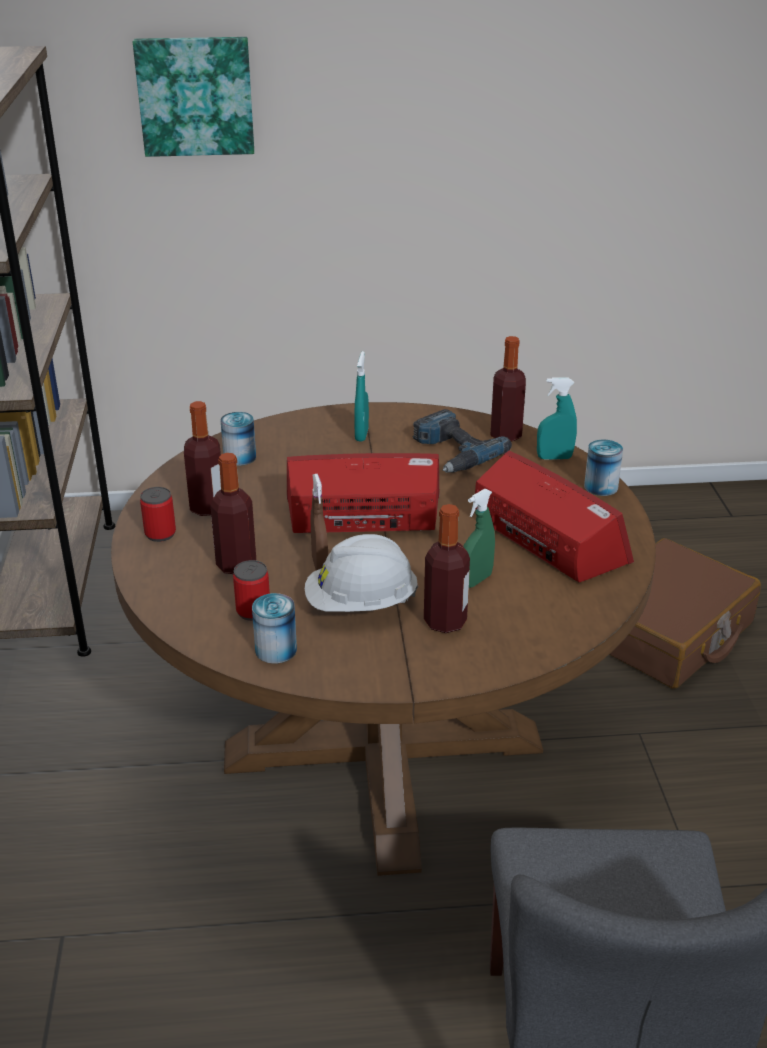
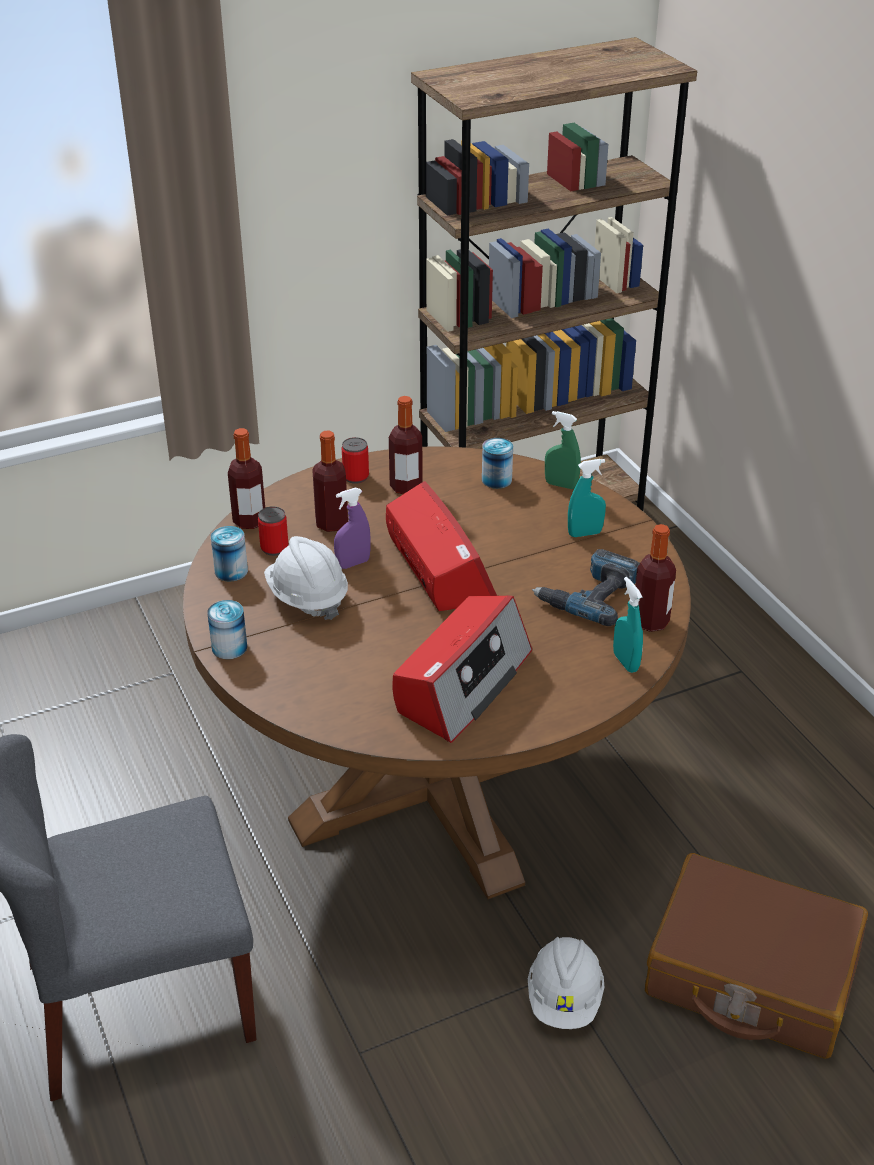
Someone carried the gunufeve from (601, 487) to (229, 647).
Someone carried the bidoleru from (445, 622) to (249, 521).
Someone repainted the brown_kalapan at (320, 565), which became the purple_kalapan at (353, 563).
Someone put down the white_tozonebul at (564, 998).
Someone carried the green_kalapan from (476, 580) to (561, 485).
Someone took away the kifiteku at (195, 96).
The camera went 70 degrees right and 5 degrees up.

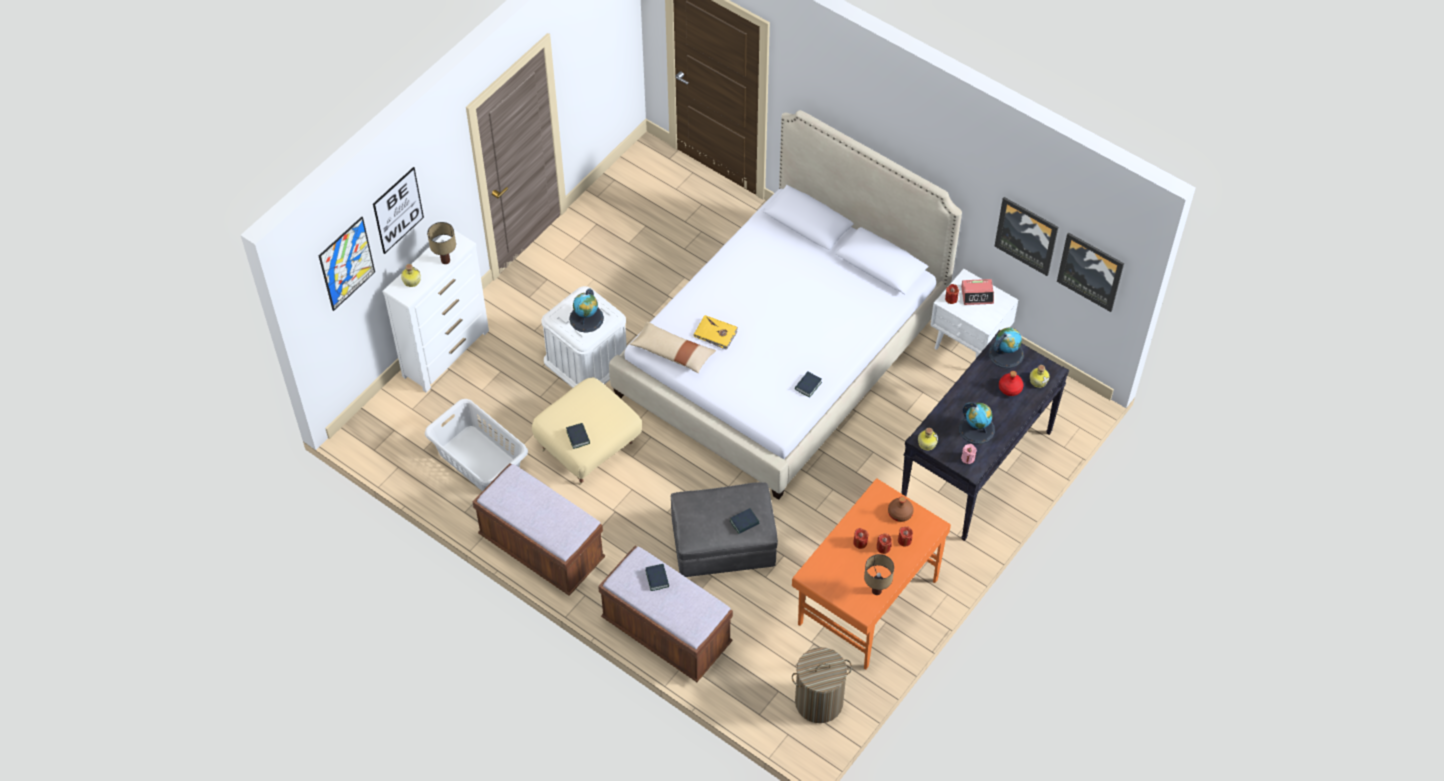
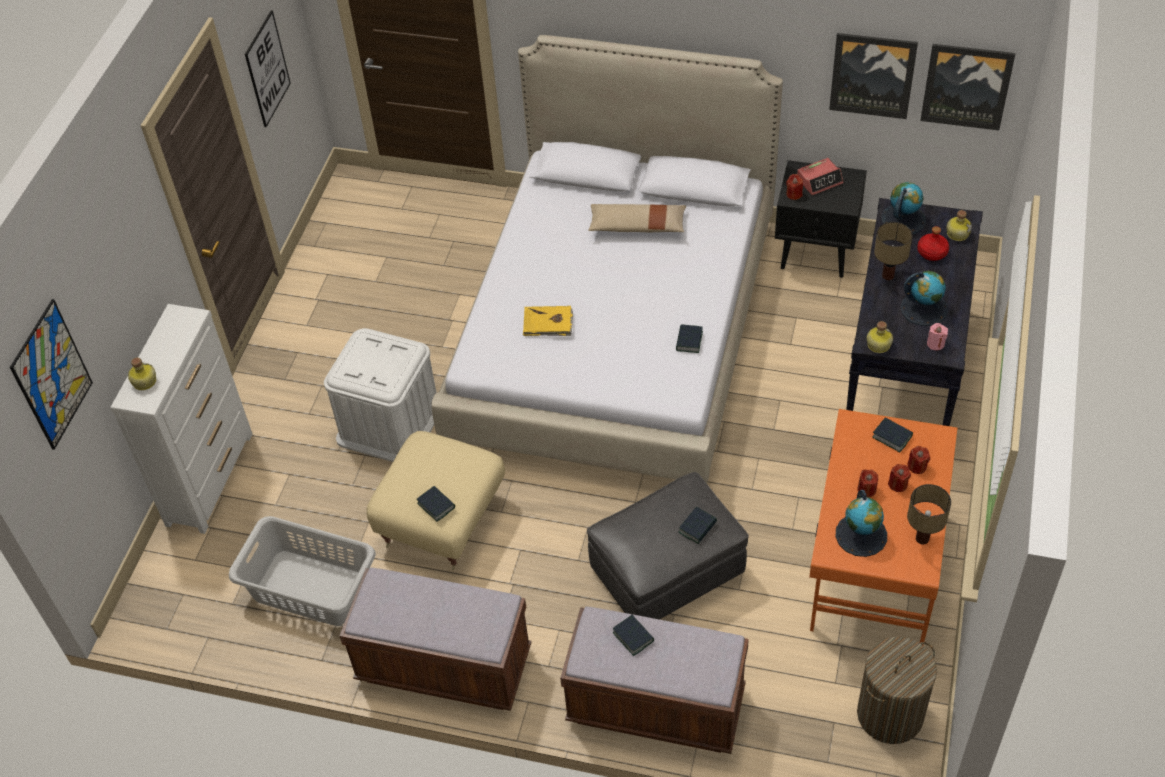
Someone carried the kifiteku from (398, 210) to (267, 69).
Someone carried the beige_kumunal from (672, 352) to (637, 226).
Someone repainted the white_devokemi at (969, 346), which became the black_devokemi at (817, 253).
Someone carried the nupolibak from (586, 318) to (861, 535).
Someone swapped the brown_bidoleru at (900, 513) for the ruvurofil at (892, 437).
Someone carried the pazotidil from (446, 260) to (888, 275).
The camera went 20 degrees left and 5 degrees down.

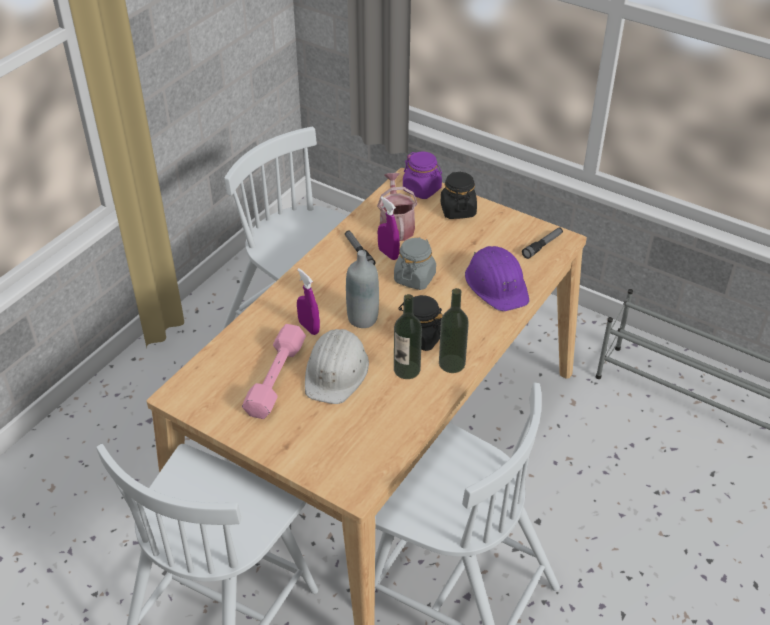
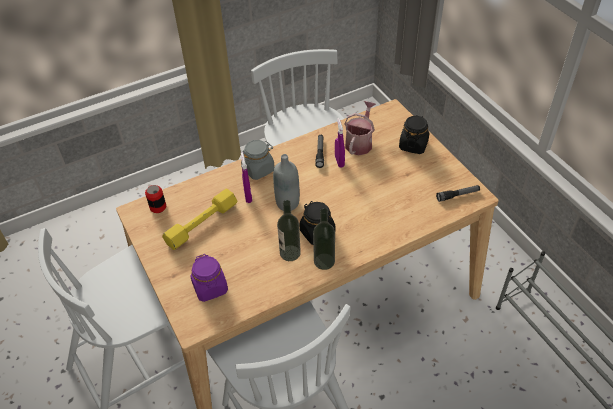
Someone put down the gunufeve at (158, 207).
Someone repainted the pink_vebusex at (275, 378), which became the yellow_vebusex at (201, 224).
Someone carried the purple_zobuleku from (422, 189) to (210, 288).
Someone carried the grey_zobuleku from (414, 278) to (258, 169).
Someone took away the white_tozonebul at (336, 371).
Someone took away the purple_tozonebul at (497, 284).
The camera went 30 degrees right and 5 degrees up.

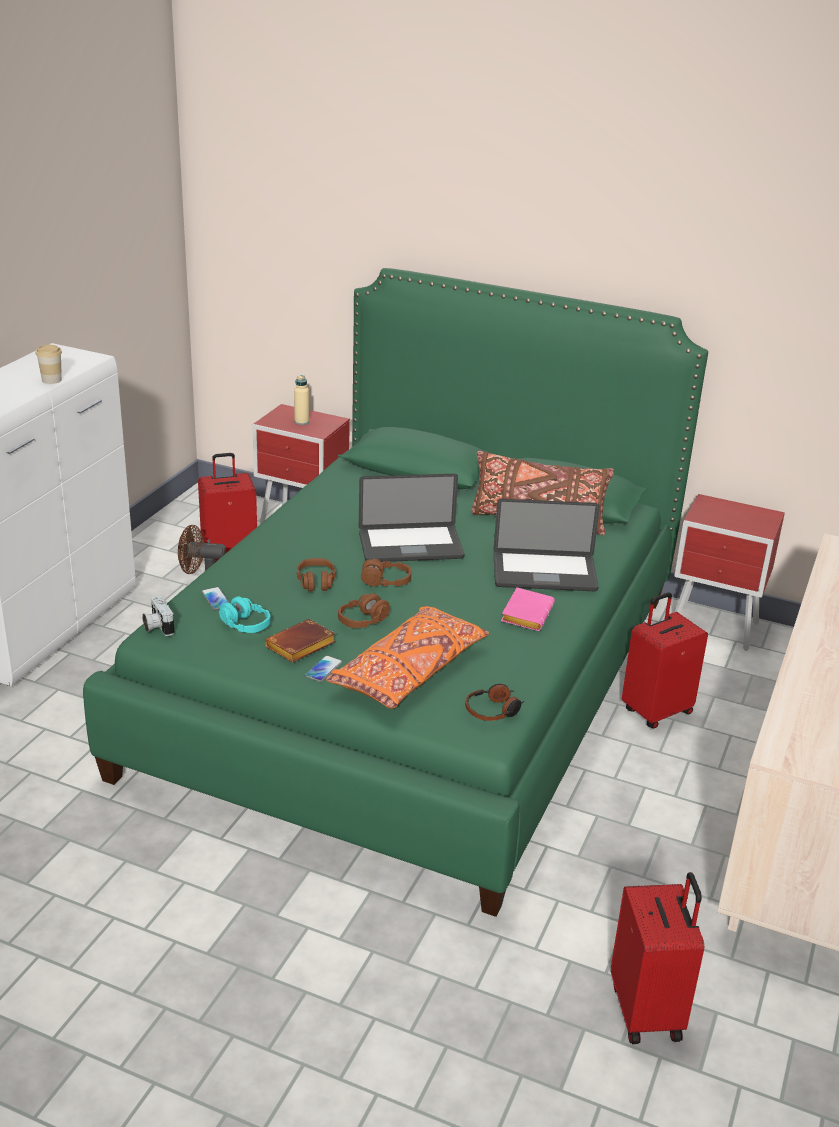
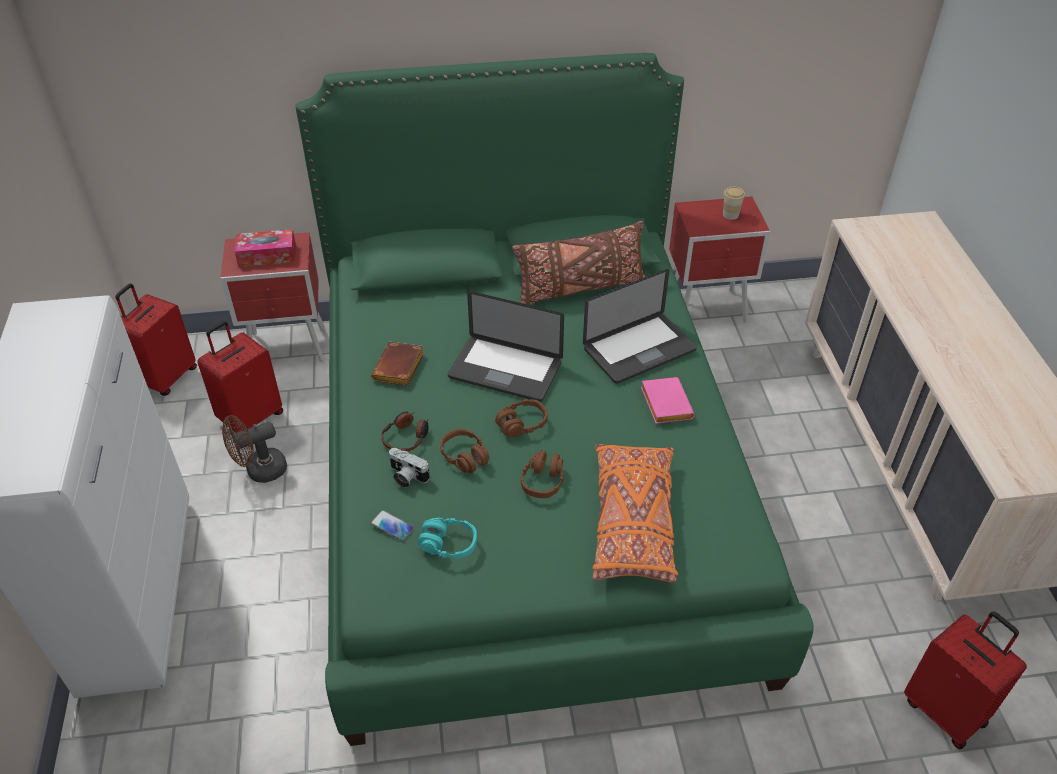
Someone carried the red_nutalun from (656, 711) to (166, 377).
Someone swapped the beige_bidoleru at (301, 422) for the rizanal at (267, 255).
Someone carried the brown_ruvurofil from (300, 647) to (399, 369).
Someone carried the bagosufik from (493, 710) to (406, 437).
Someone carried the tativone from (157, 626) to (406, 476).
Someone rotated the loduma at (410, 546) by 60 degrees clockwise.
Someone carried the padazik from (51, 380) to (730, 215).
Someone took away the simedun at (323, 669).
The camera went 30 degrees left and 15 degrees up.

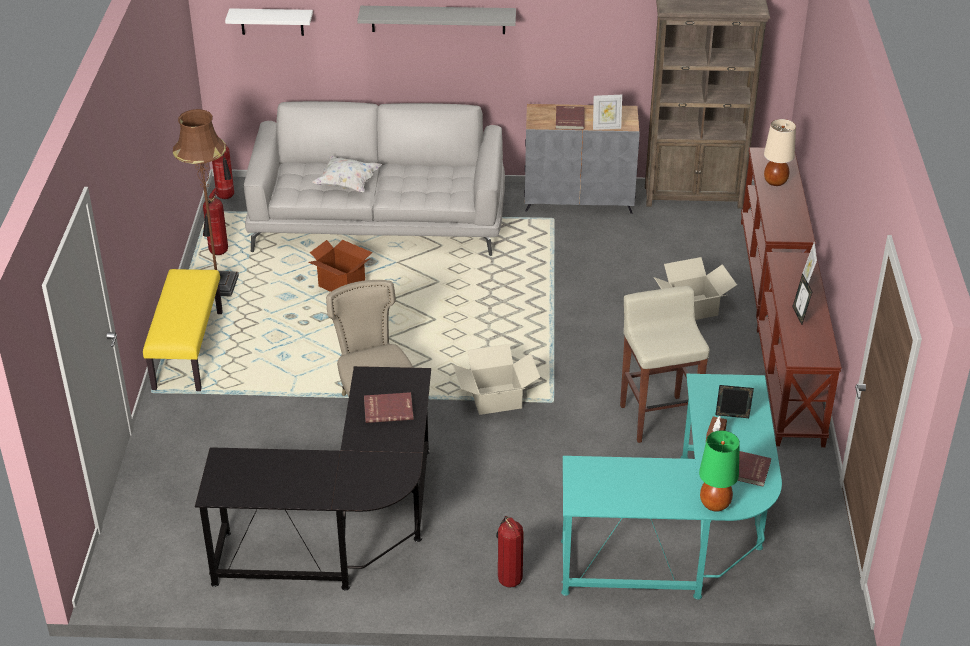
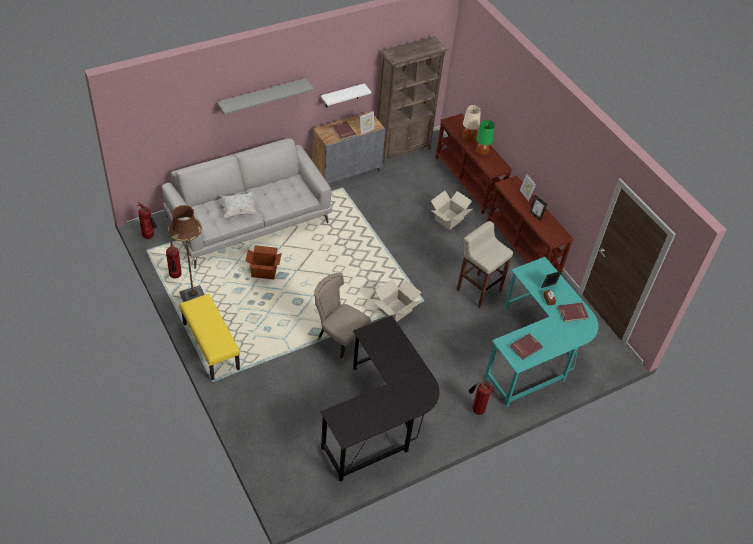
Someone carried the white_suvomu from (272, 21) to (342, 95).
Someone carried the green_pazotidil from (715, 504) to (482, 153).
Someone carried the red_ruvurofil from (388, 409) to (525, 347).
The camera went 35 degrees left and 10 degrees up.

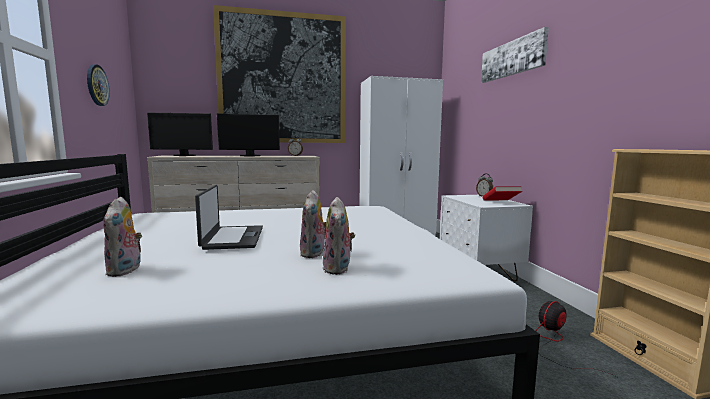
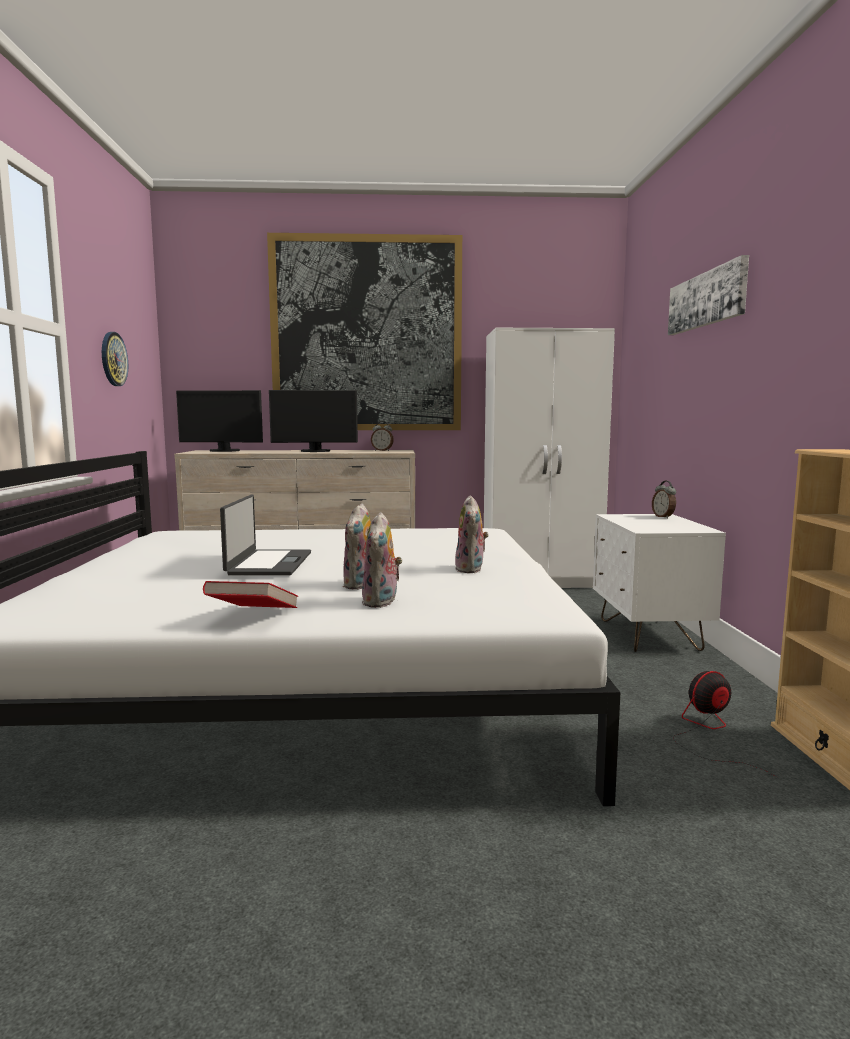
Someone carried the red_ruvurofil from (500, 202) to (253, 617).
Someone carried the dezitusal from (125, 270) to (471, 569).
The camera went 10 degrees right and 0 degrees up.

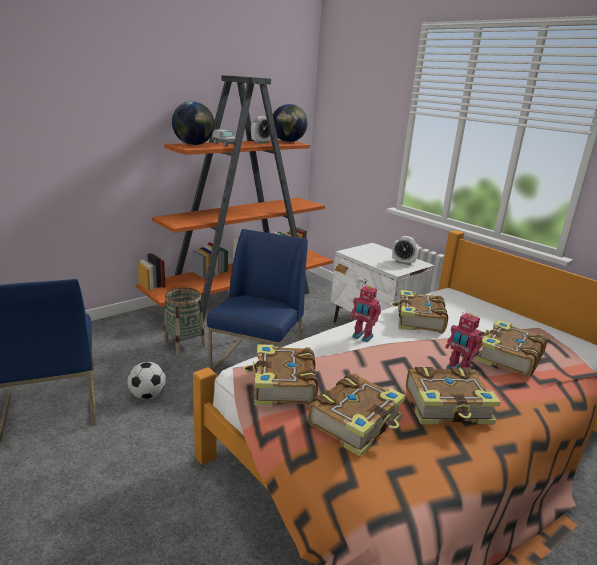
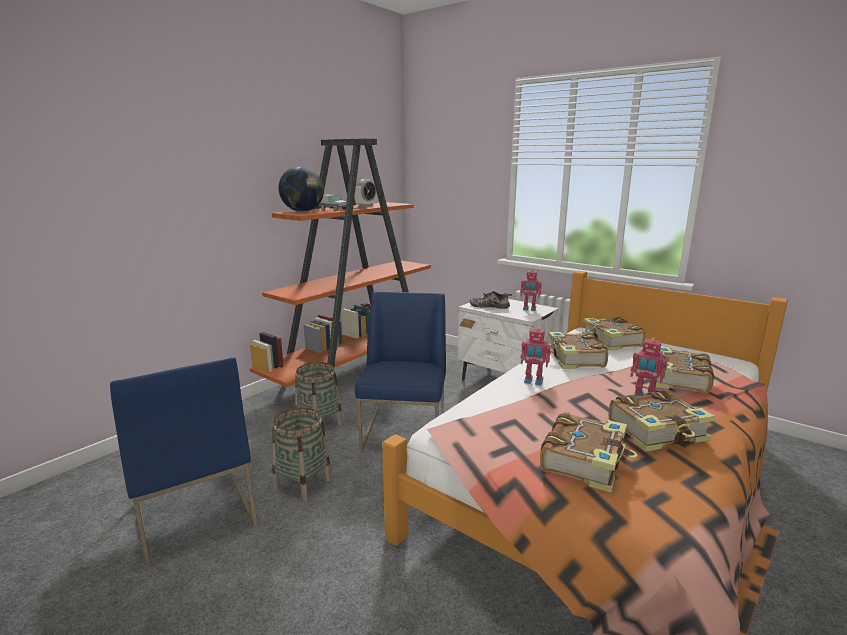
Someone swapped the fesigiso at (147, 395) for the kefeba at (303, 484).
Someone put down the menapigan at (490, 306).
Someone swapped the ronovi at (403, 262) for the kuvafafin at (529, 309).
Someone carried the ruvurofil from (282, 386) to (611, 341).
Someone took away the nupolibak at (288, 141).
The camera went 10 degrees left and 5 degrees down.

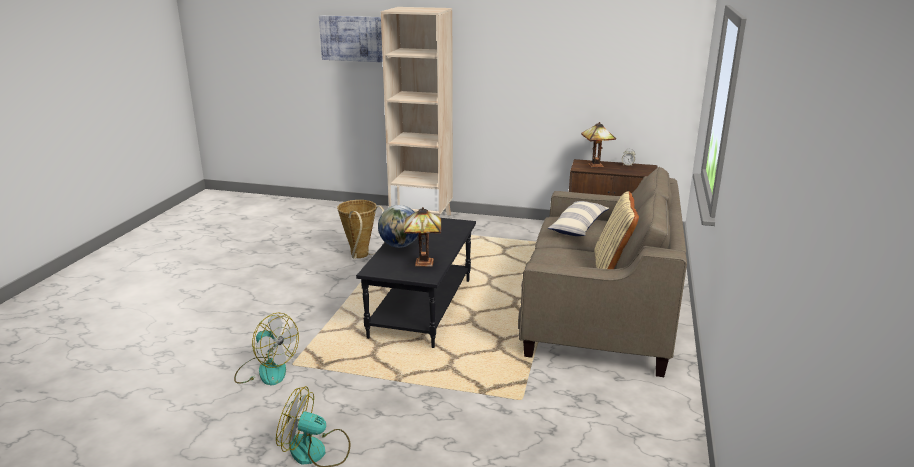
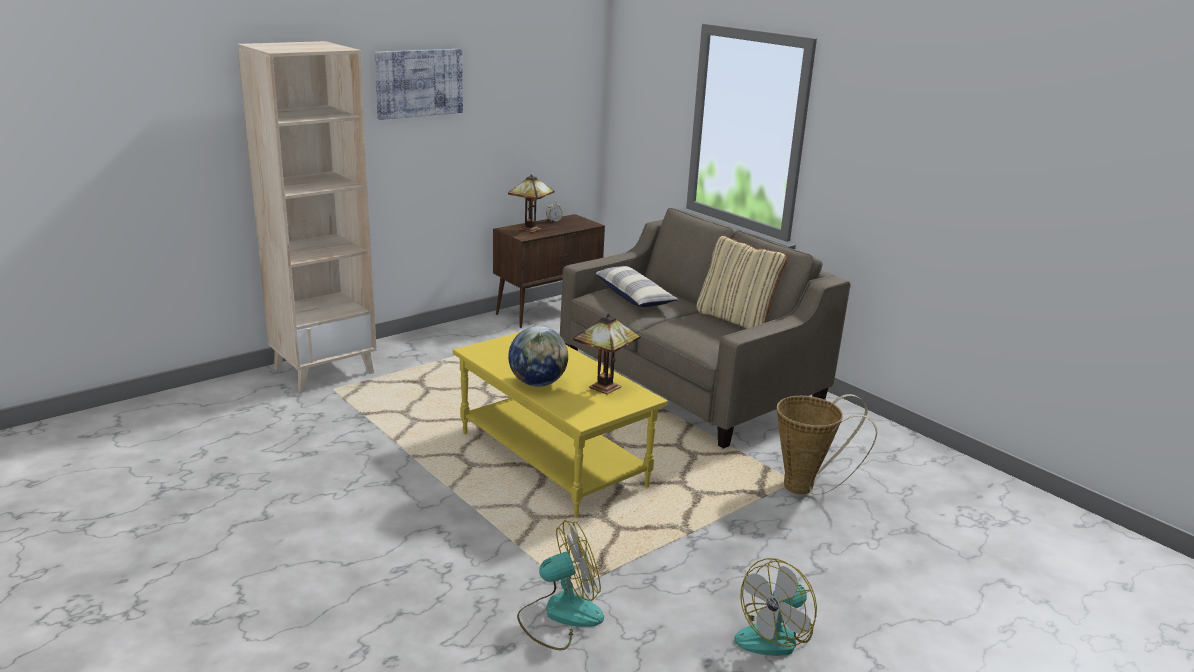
Someone carried the kifiteku from (351, 38) to (419, 83).
Someone repainted the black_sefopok at (423, 308), which became the yellow_sefopok at (554, 459).
Someone carried the kefeba from (361, 256) to (806, 488).
The camera went 55 degrees left and 0 degrees up.

